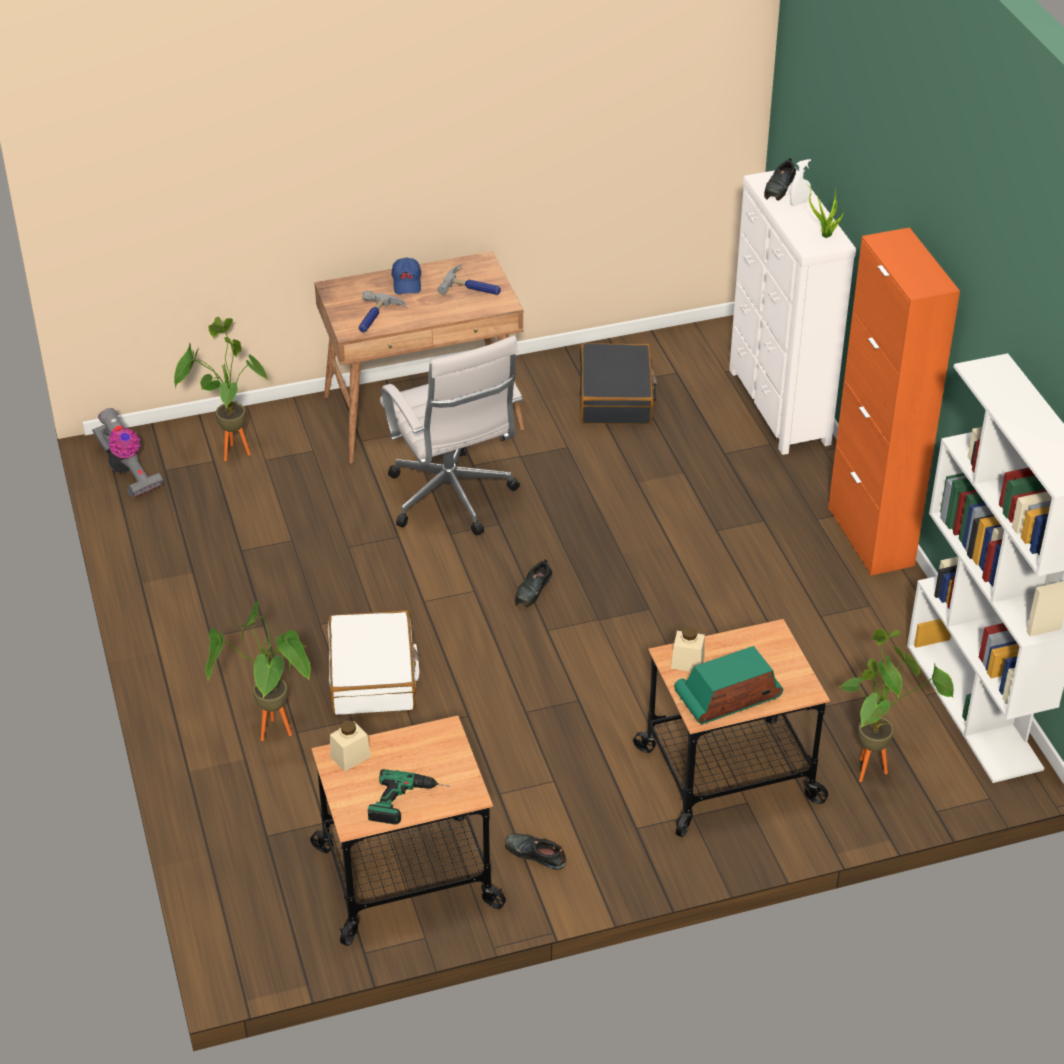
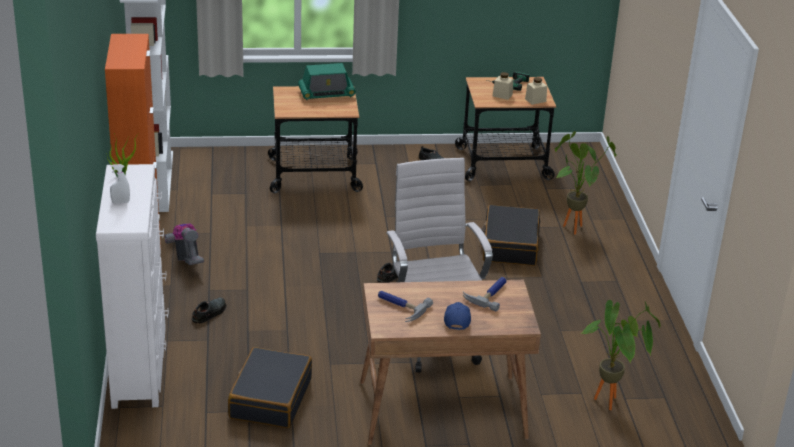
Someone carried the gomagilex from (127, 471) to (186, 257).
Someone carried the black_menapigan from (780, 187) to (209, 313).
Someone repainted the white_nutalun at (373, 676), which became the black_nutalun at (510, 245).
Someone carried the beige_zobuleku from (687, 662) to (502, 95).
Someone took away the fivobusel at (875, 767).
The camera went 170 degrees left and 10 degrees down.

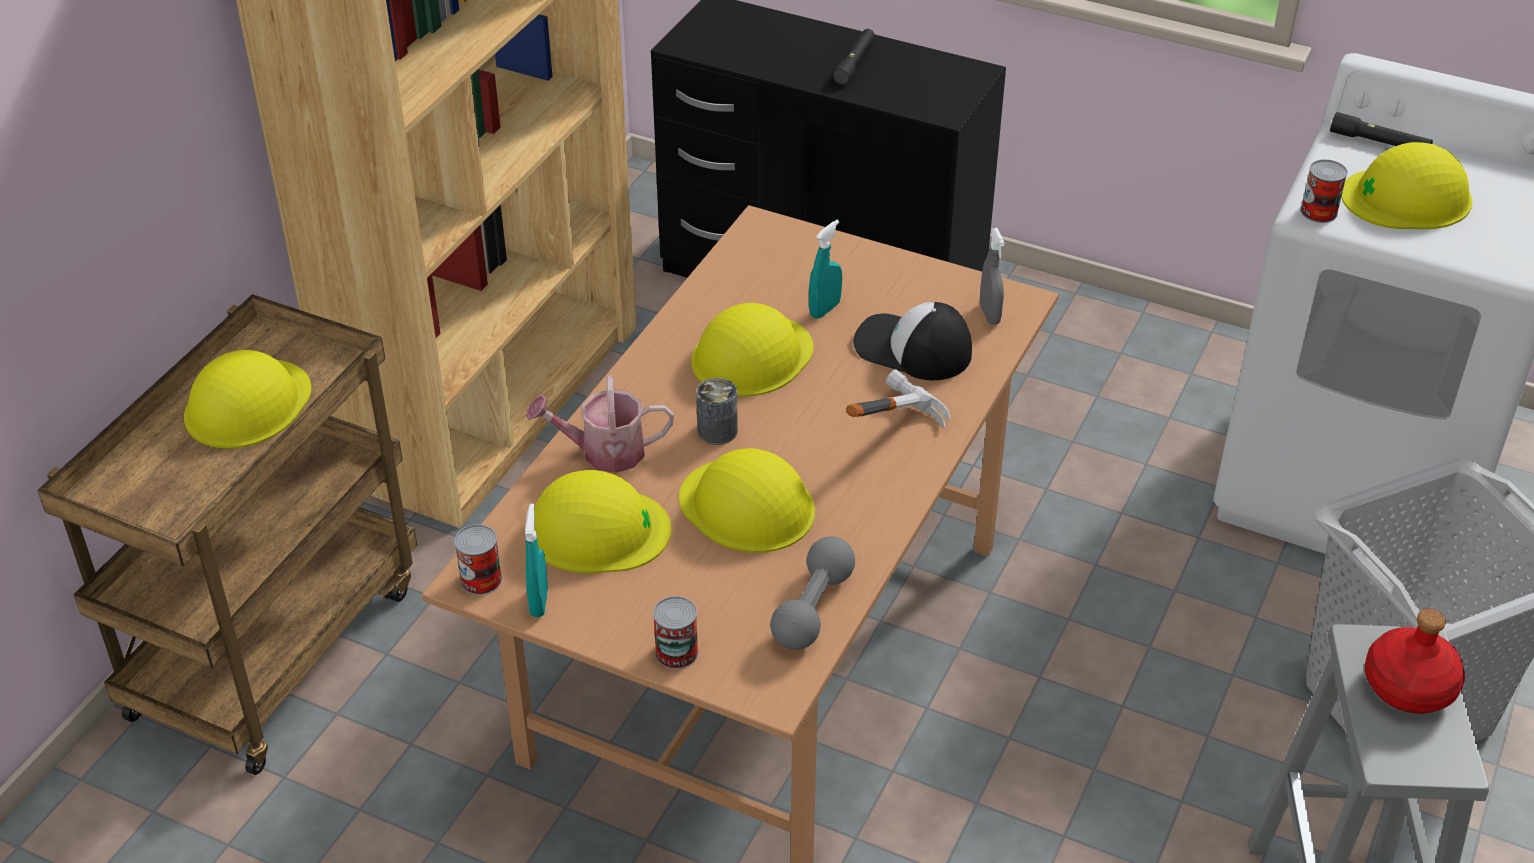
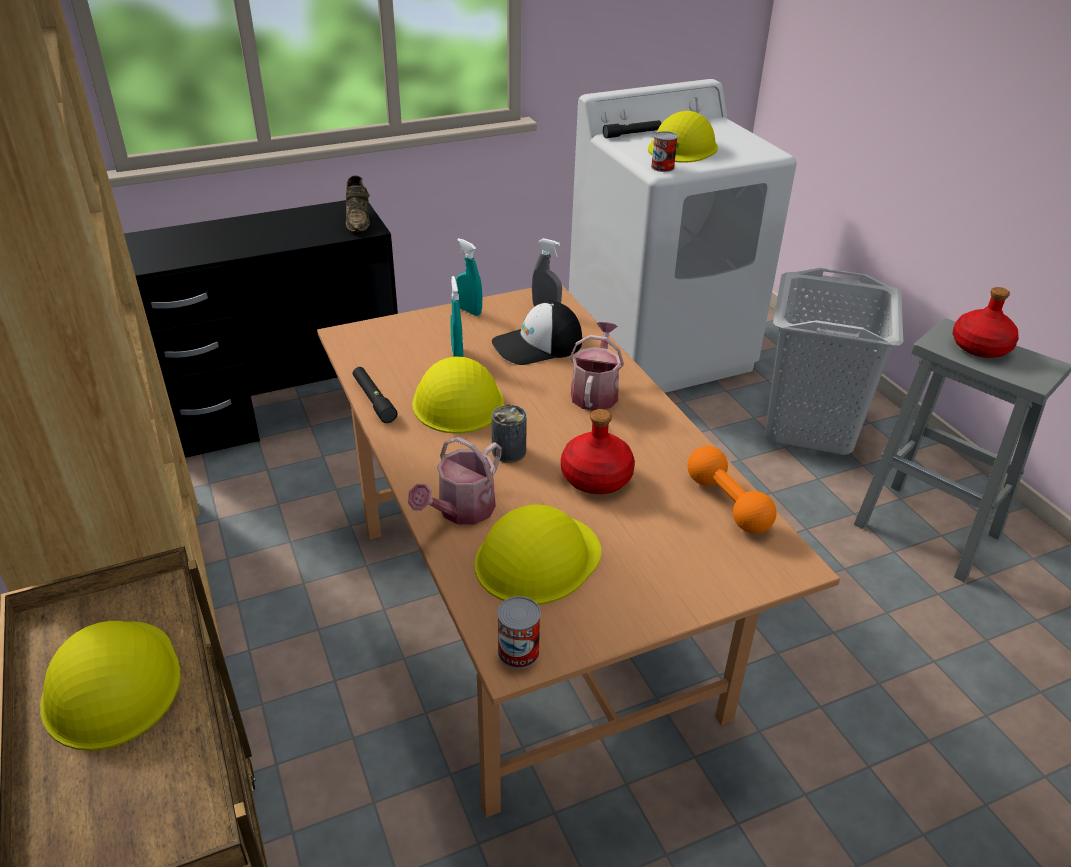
Someone put down the brown_menapigan at (358, 220).
Someone carried the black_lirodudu from (854, 63) to (373, 400).
Someone carried the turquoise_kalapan from (539, 602) to (469, 311).
Someone swapped the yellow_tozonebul at (747, 505) for the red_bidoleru at (597, 478).
Someone swapped the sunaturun at (882, 431) for the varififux at (595, 392).
Someone repainted the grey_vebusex at (813, 608), which became the orange_vebusex at (727, 503).
Someone took away the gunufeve at (676, 653).
The camera went 50 degrees left and 5 degrees down.

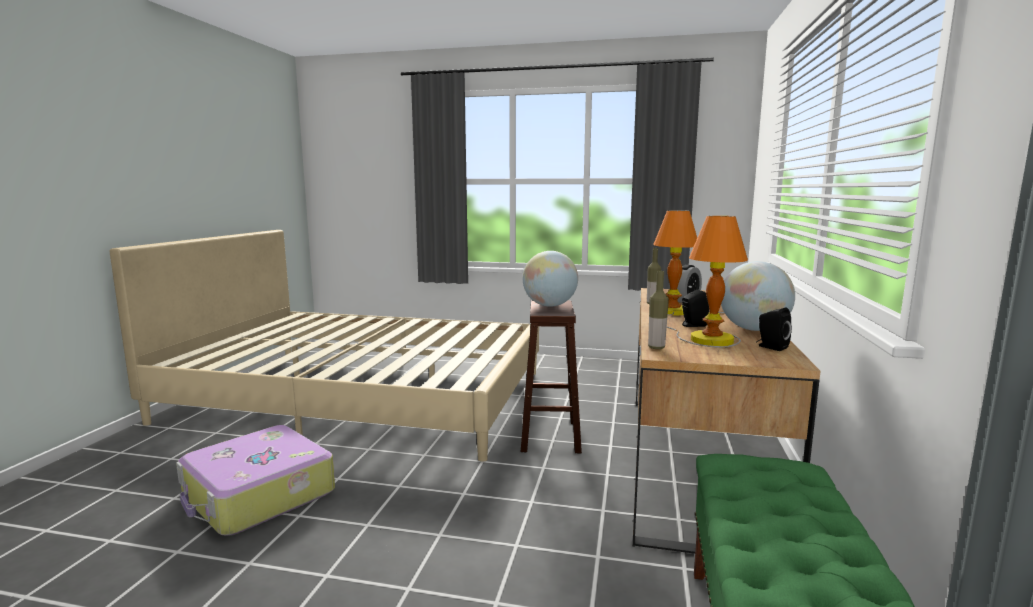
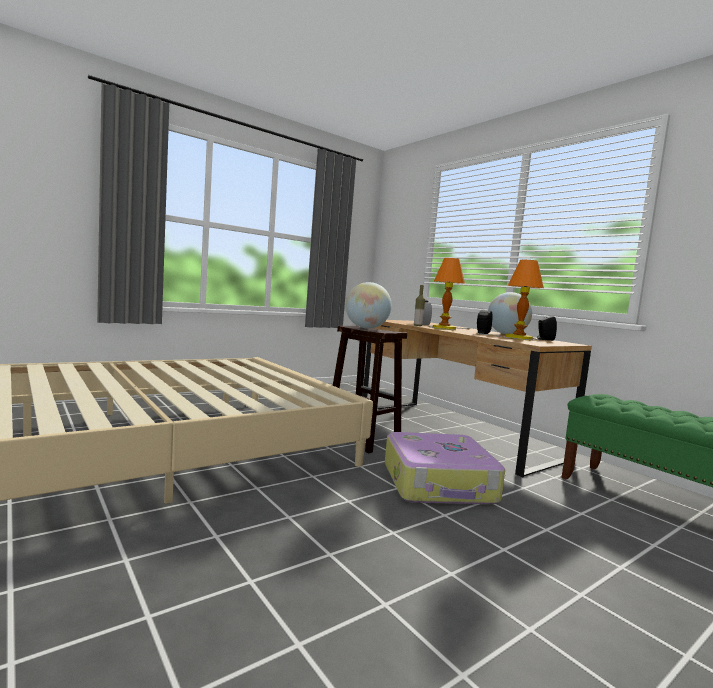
Someone carried the nutalun from (258, 495) to (439, 483).
Someone took away the bidoleru at (656, 347).
The camera went 50 degrees left and 5 degrees down.

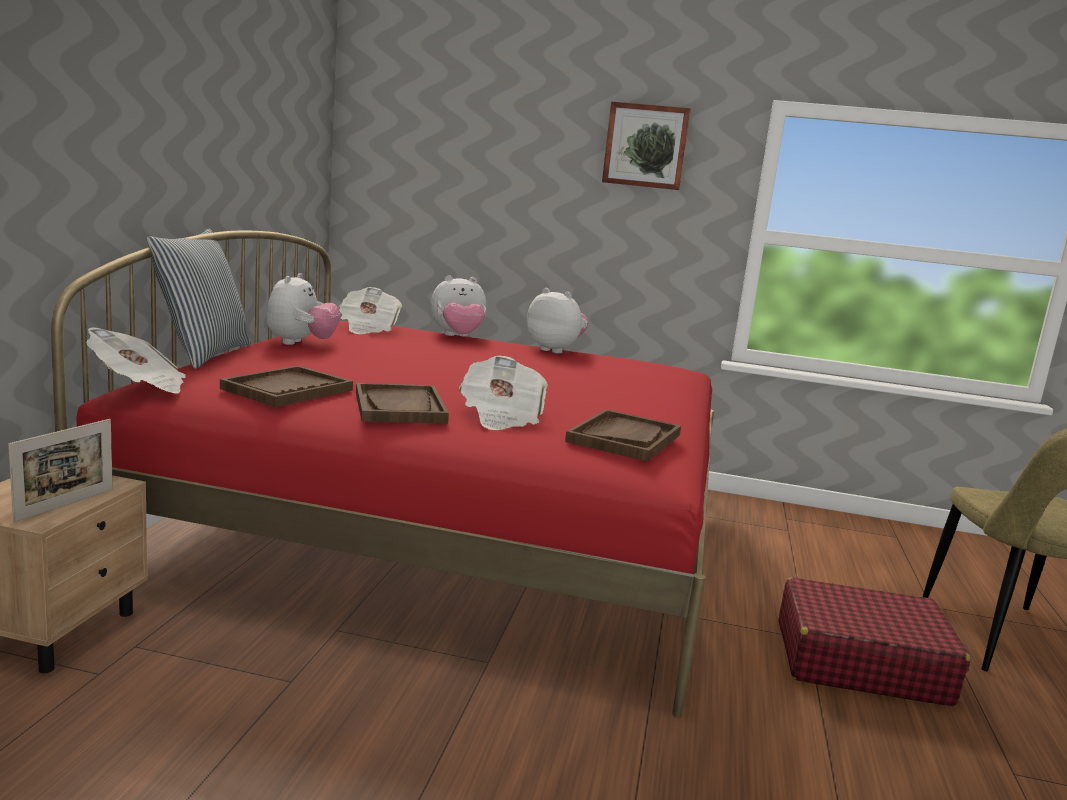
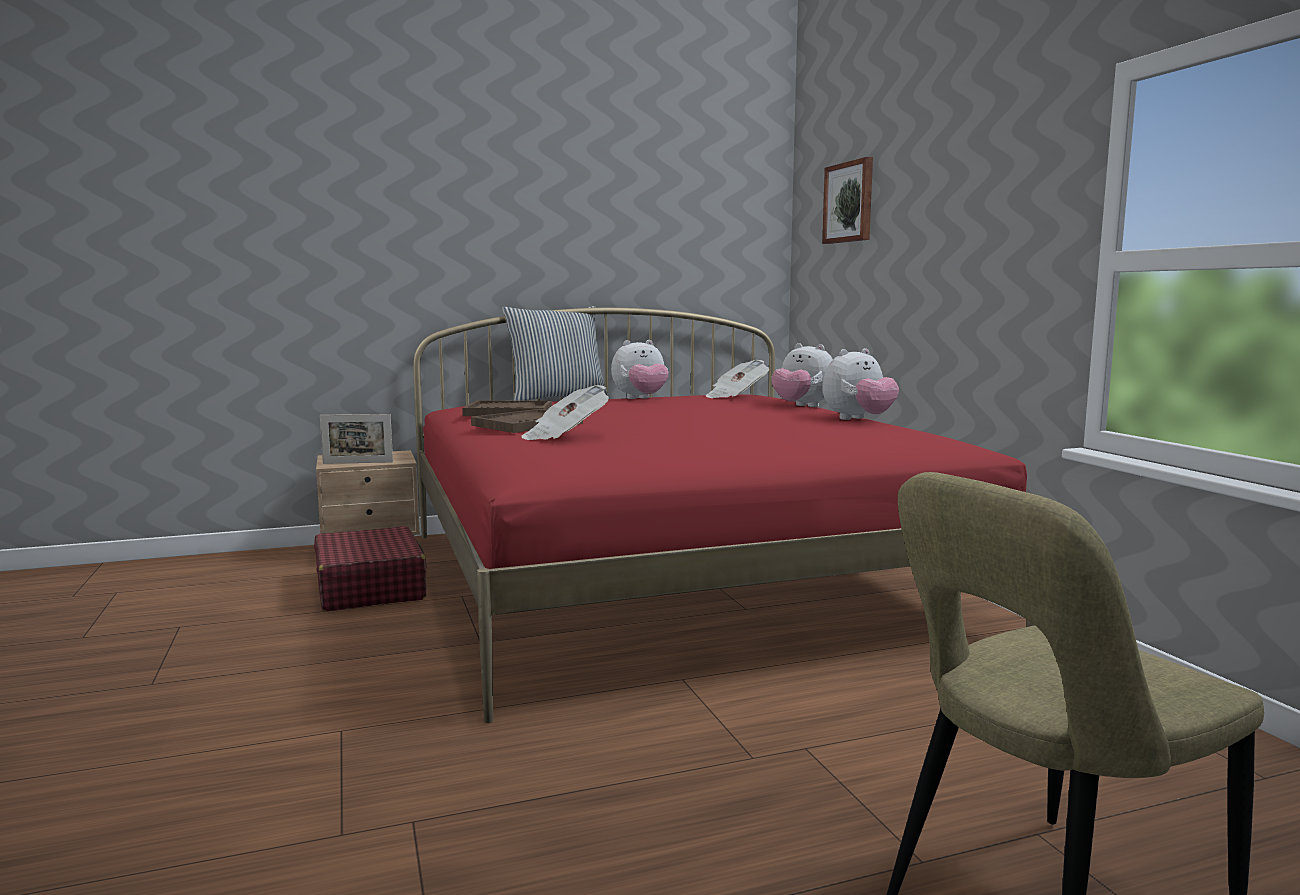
Someone carried the red_nutalun from (859, 662) to (370, 587).
Someone carried the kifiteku from (646, 146) to (849, 202).
Someone rotated the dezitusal at (555, 350) by 60 degrees clockwise.
Someone took away the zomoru at (139, 385).
Someone took away the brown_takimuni at (624, 438).
The camera went 60 degrees right and 5 degrees down.

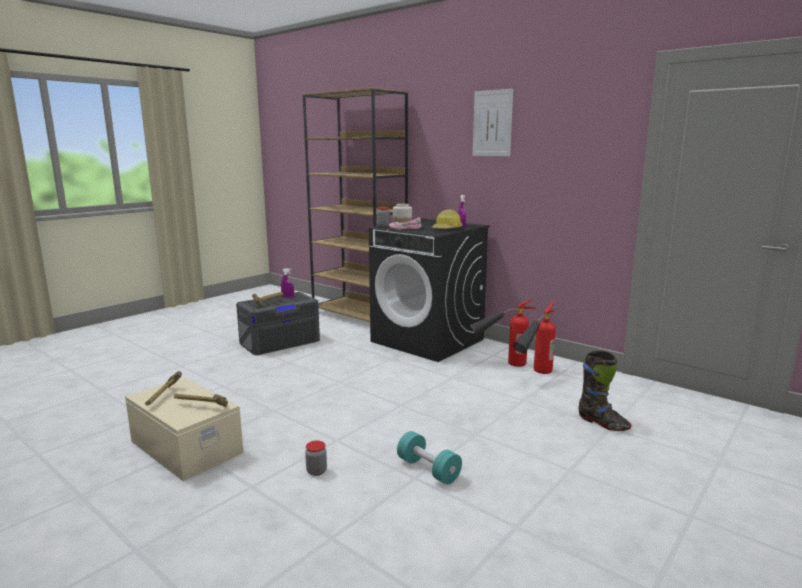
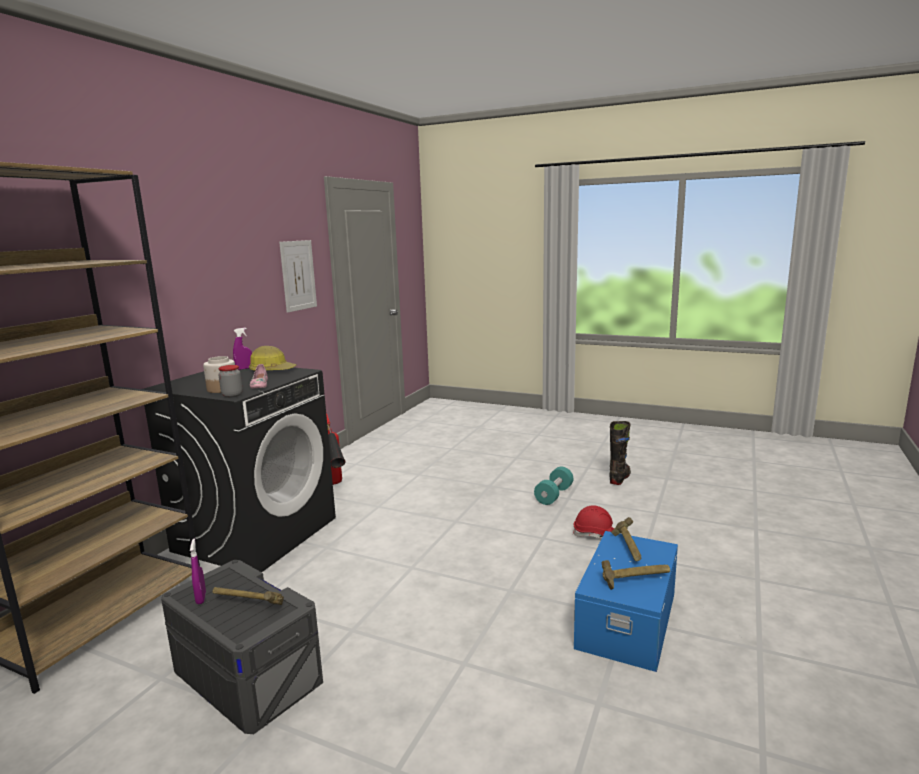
Someone carried the kifiteku from (492, 123) to (298, 275).
Someone swapped the zobuleku at (316, 471) for the red_tozonebul at (595, 535).
Someone repainted the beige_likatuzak at (187, 446), which became the blue_likatuzak at (625, 620).
Someone carried the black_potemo from (603, 423) to (619, 478).
Someone took away the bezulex at (534, 375).
The camera went 105 degrees left and 0 degrees up.

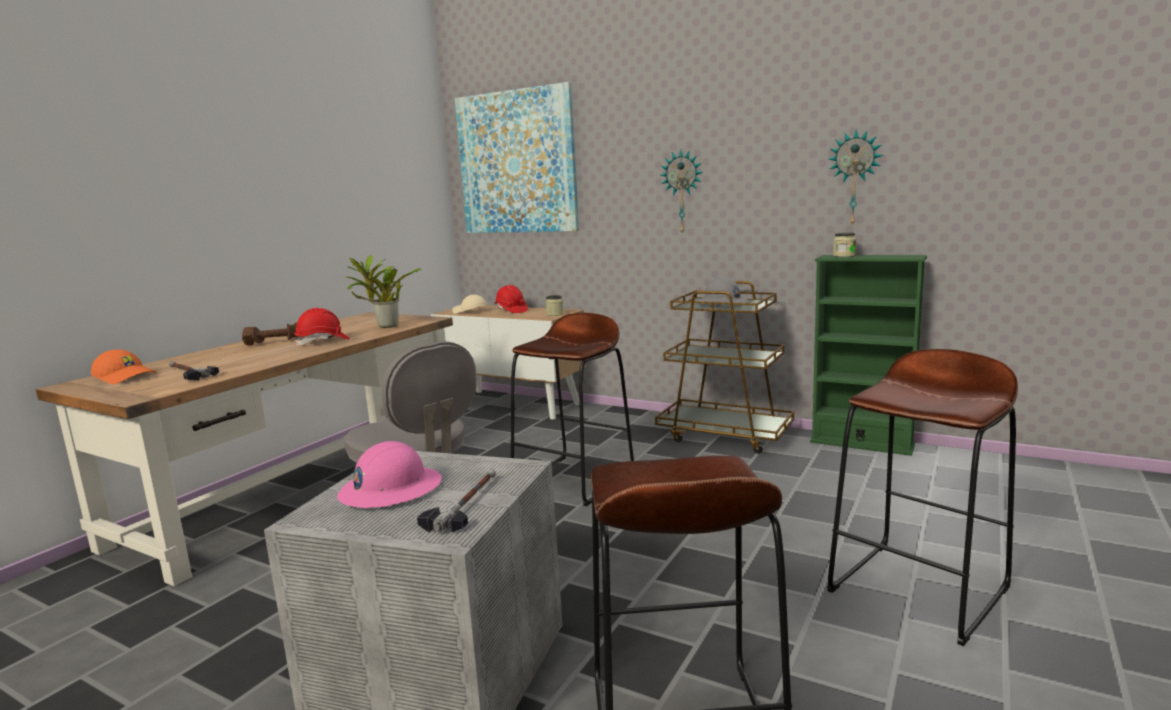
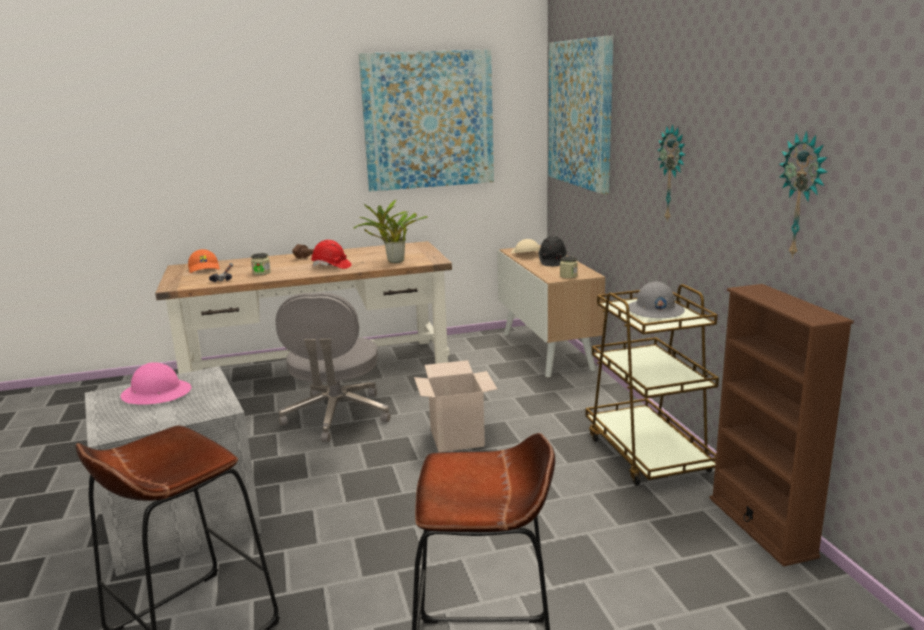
Someone carried the zobuleku from (844, 256) to (261, 273).
Someone put up the kifiteku at (428, 120).
Someone swapped the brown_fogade at (574, 480) for the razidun at (457, 438).
Someone repainted the red_tozonebul at (511, 311), which became the black_tozonebul at (552, 262).
Someone repainted the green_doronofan at (861, 443), which became the brown_doronofan at (761, 526).
Someone took away the sunaturun at (465, 504).
The camera went 45 degrees right and 5 degrees up.

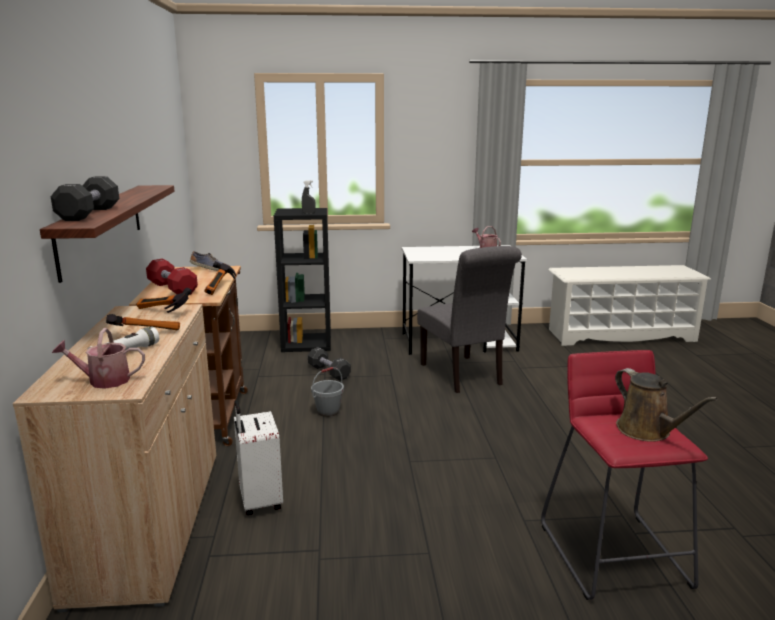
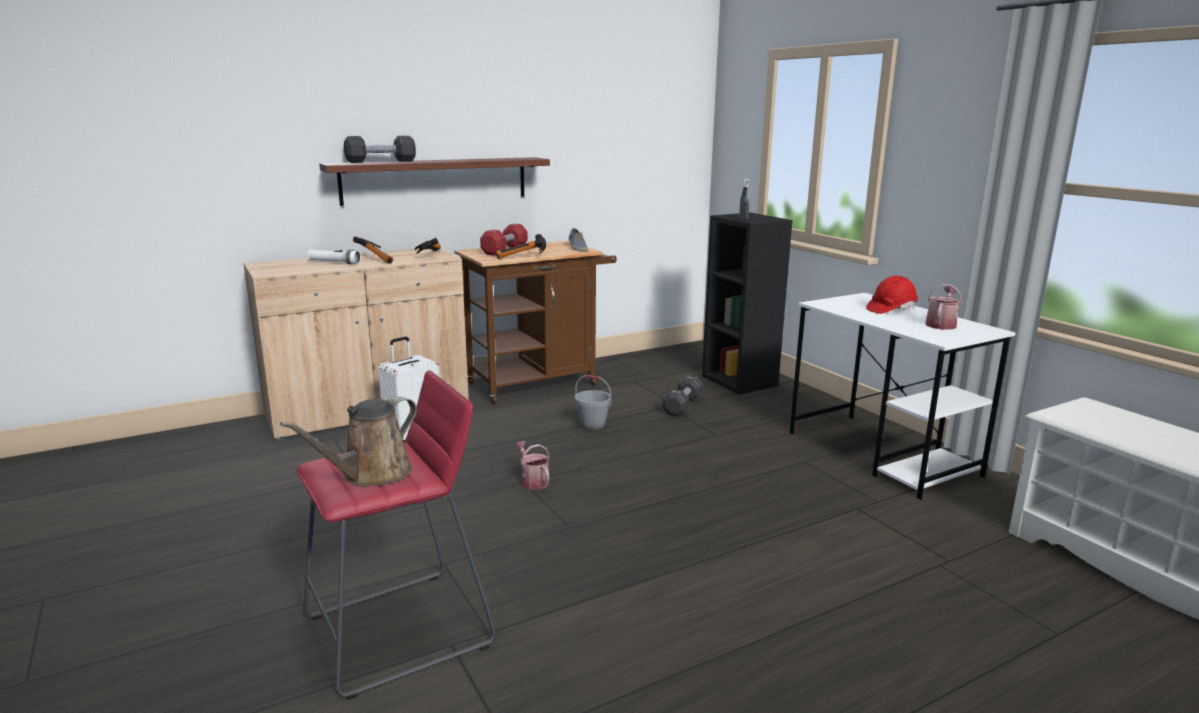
Someone carried the varififux from (103, 381) to (533, 481).
Someone put down the red_tozonebul at (891, 309).
Someone took away the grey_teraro at (464, 376).
The camera went 65 degrees right and 0 degrees up.

